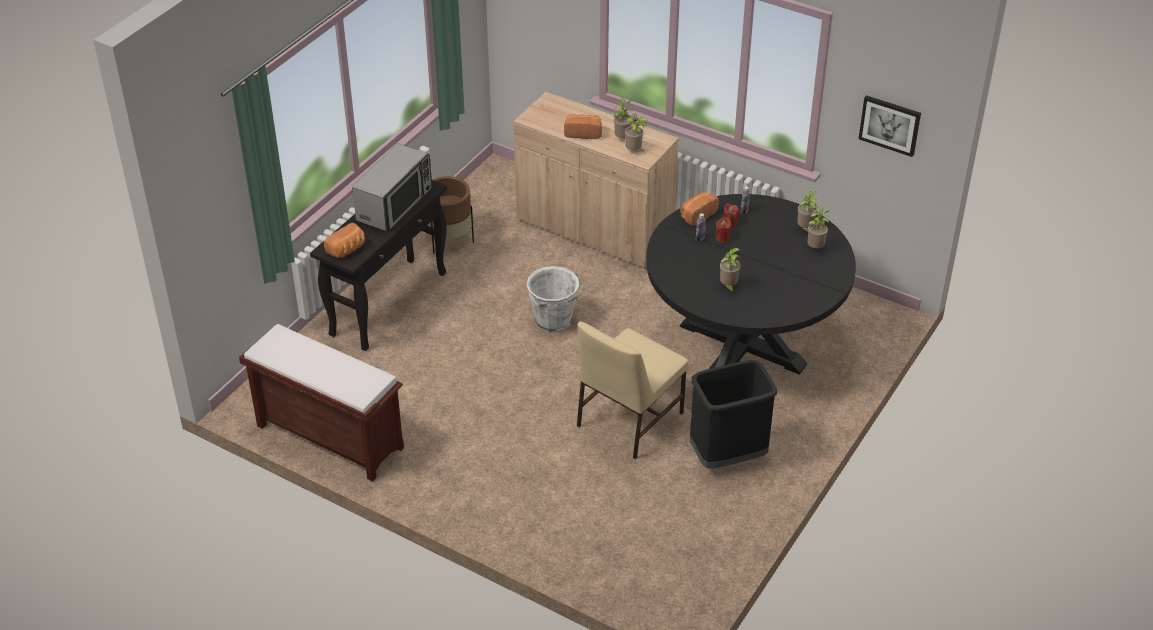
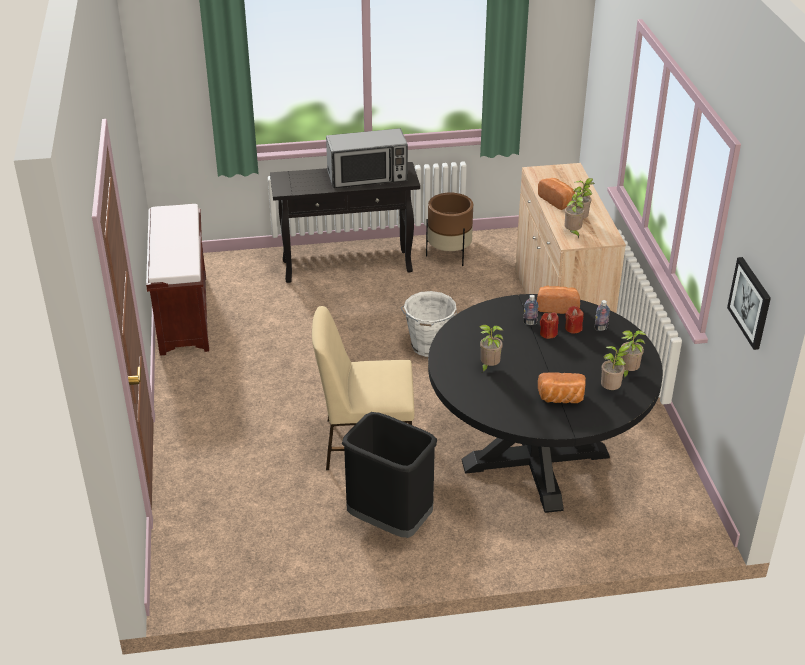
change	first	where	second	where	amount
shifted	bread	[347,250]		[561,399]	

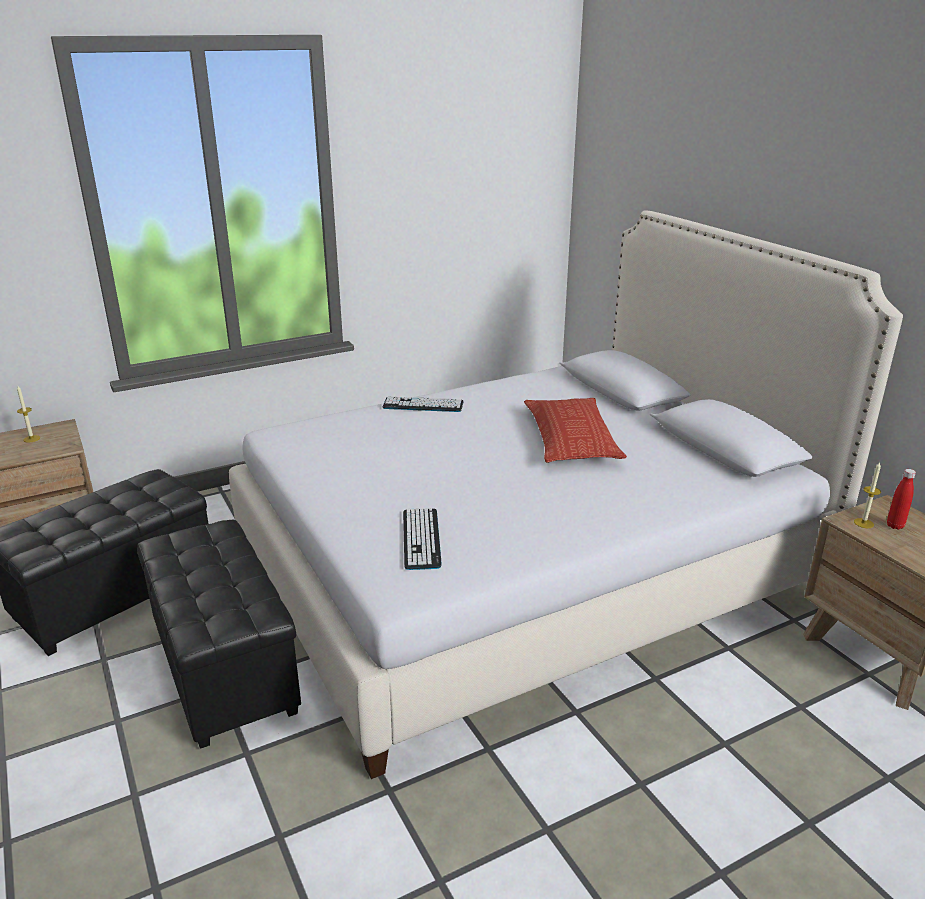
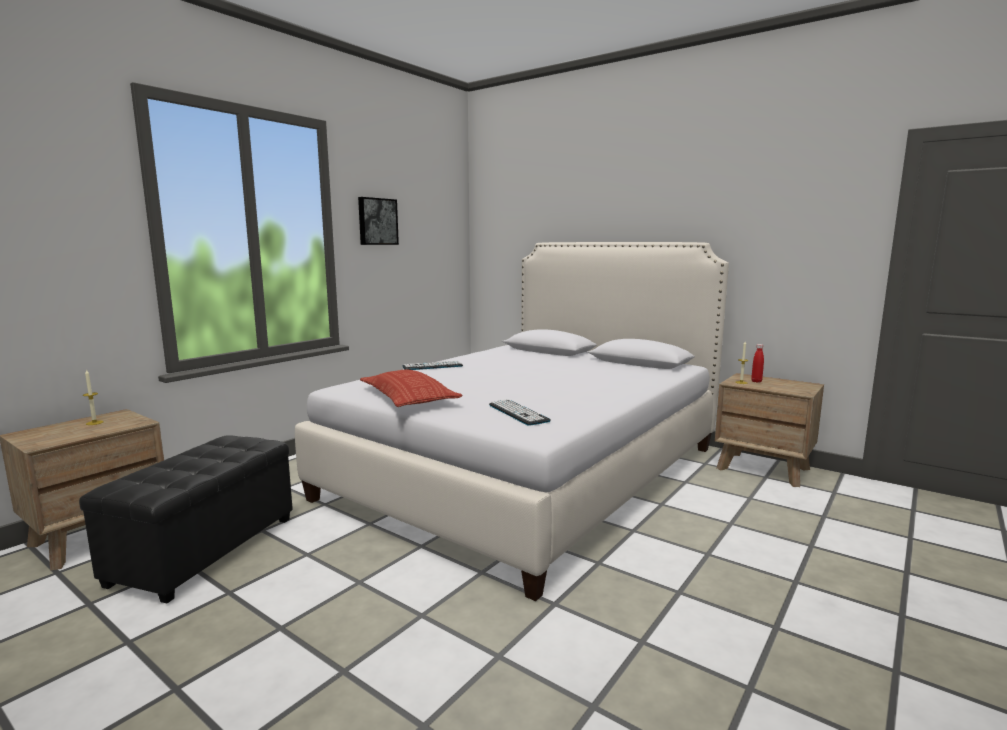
change	first	where	second	where	amount
shifted	pillow	[571,438]		[408,397]	
gone	black ottoman	[226,668]			
new			picture	[377,221]	

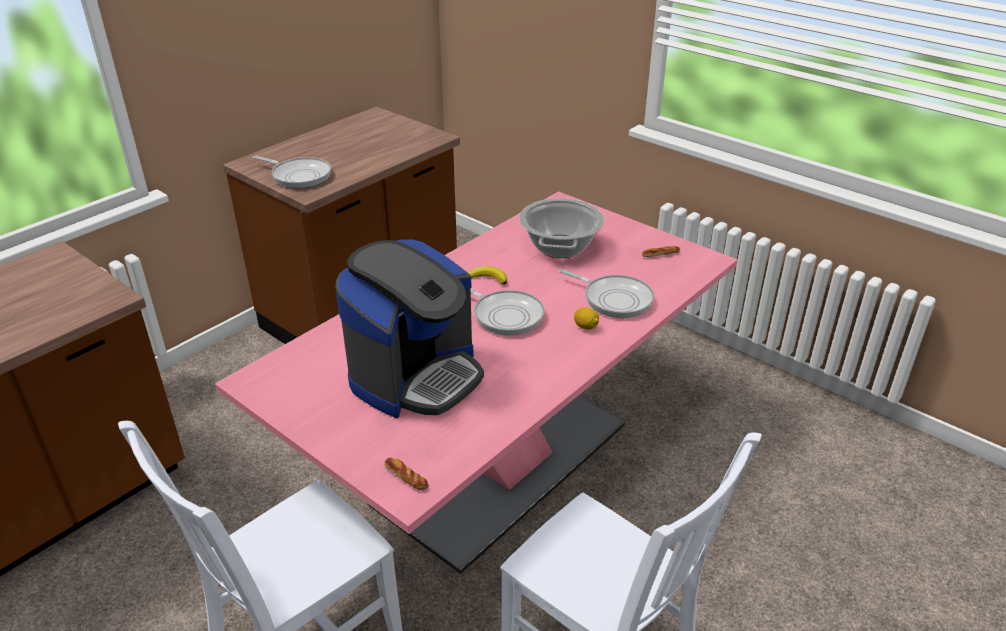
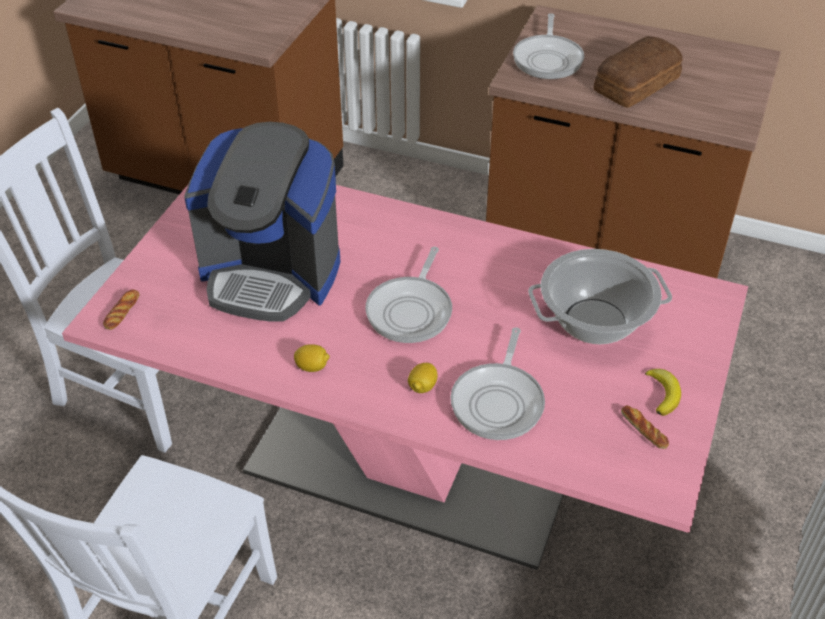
change	first	where	second	where	amount
shifted	banana	[487,278]		[663,393]	
new			bread	[634,84]	
new			lemon	[312,367]	

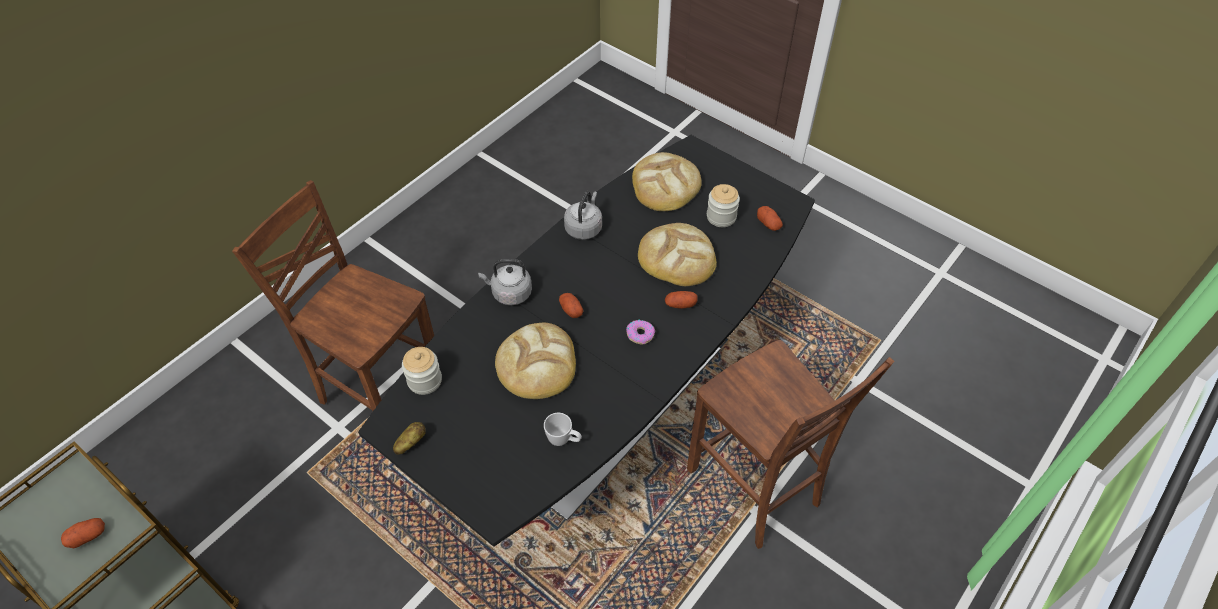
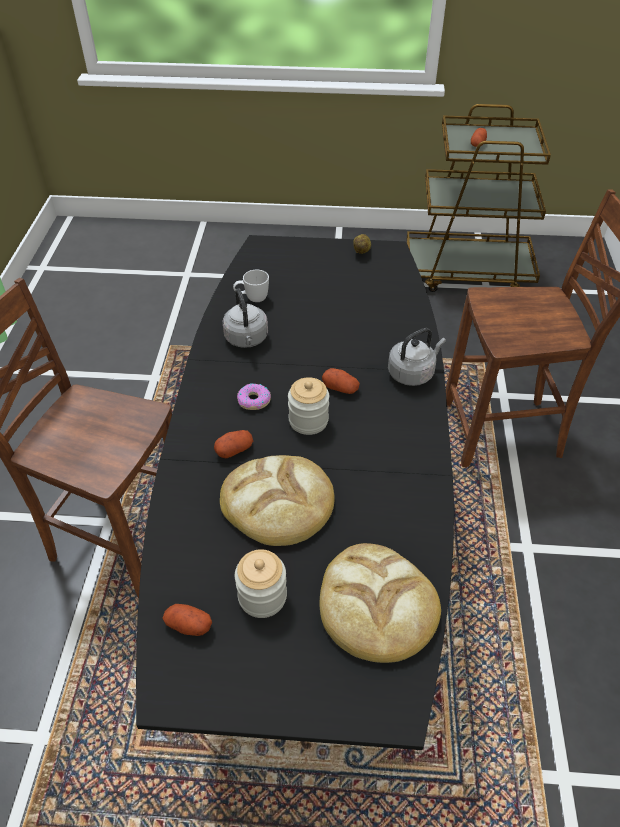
change	first	where	second	where	amount
shifted	grey kettle	[584,227]		[247,339]	
gone	bread	[537,364]			
shifted	jar	[425,380]		[308,420]	

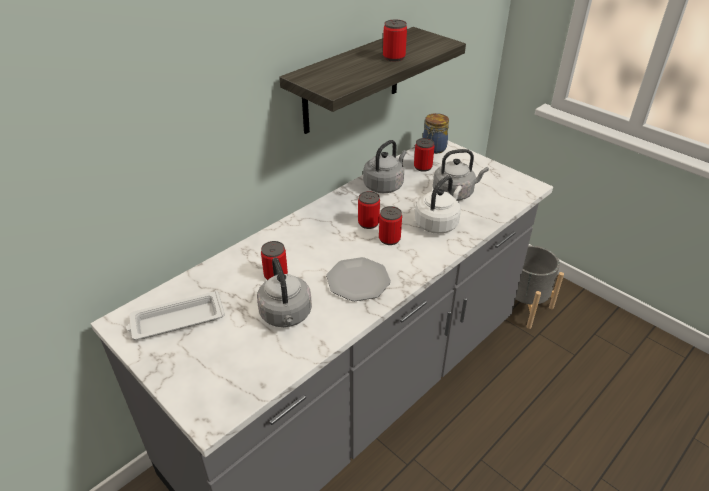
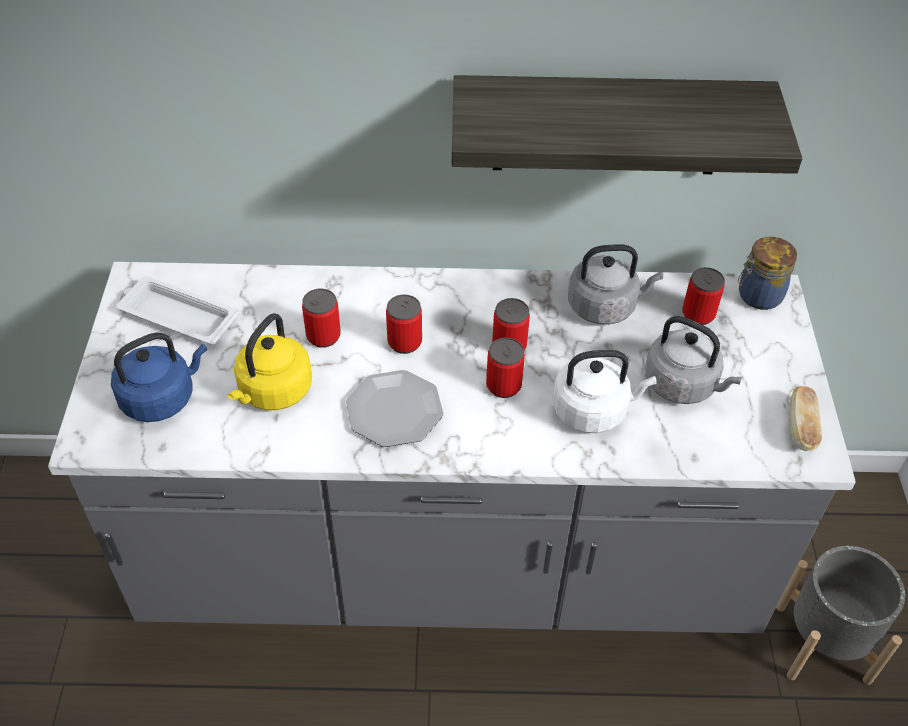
change	first	where	second	where	amount
shifted	can	[394,57]		[404,342]	
repainted	grey kettle	[286,316]	yellow kettle	[273,392]	
new			blue kettle	[162,397]	
new			bread	[801,428]	

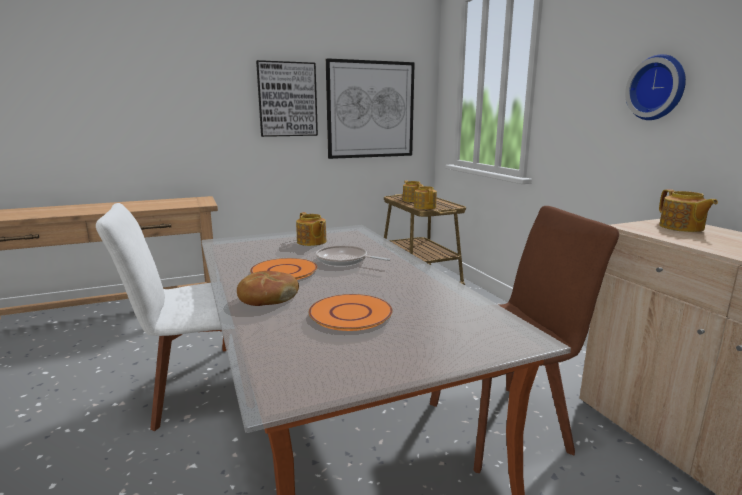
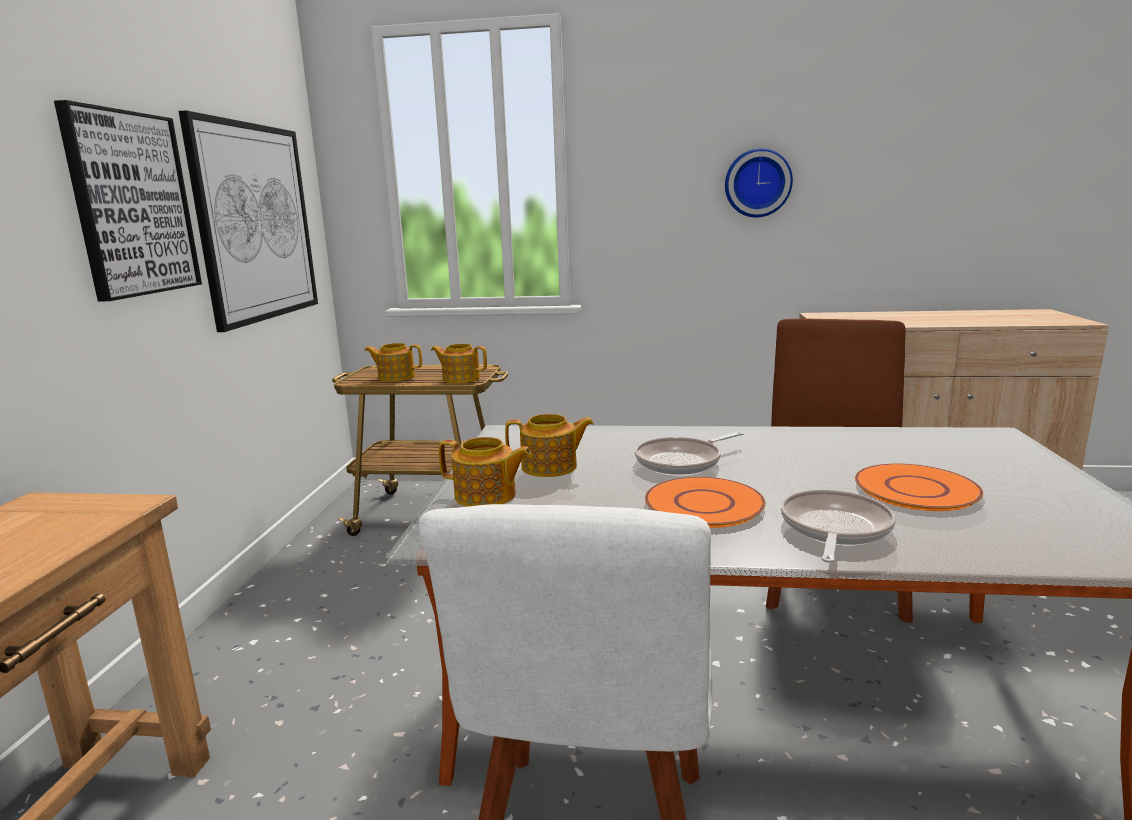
change	first	where	second	where	amount
shifted	teapot	[681,227]		[486,496]	
swapped	bread	[267,297]	frying pan	[834,529]	

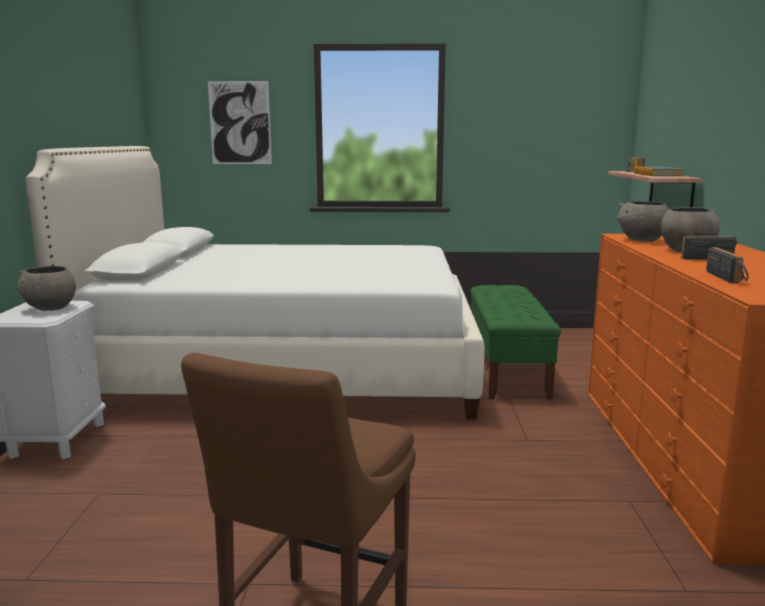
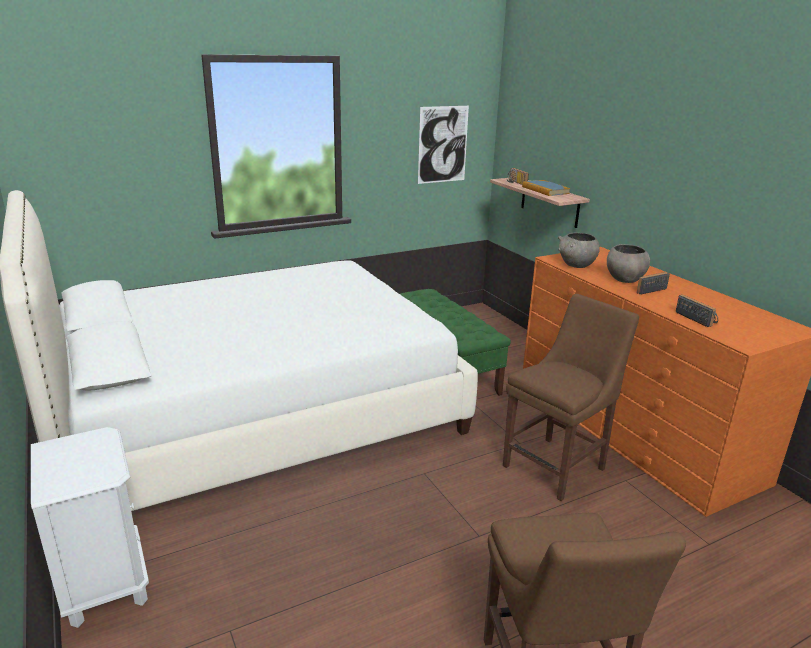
change	first	where	second	where	amount
shifted	picture	[240,123]		[443,144]	
gone	grey bowl	[50,308]			
new			brown chair	[557,466]	

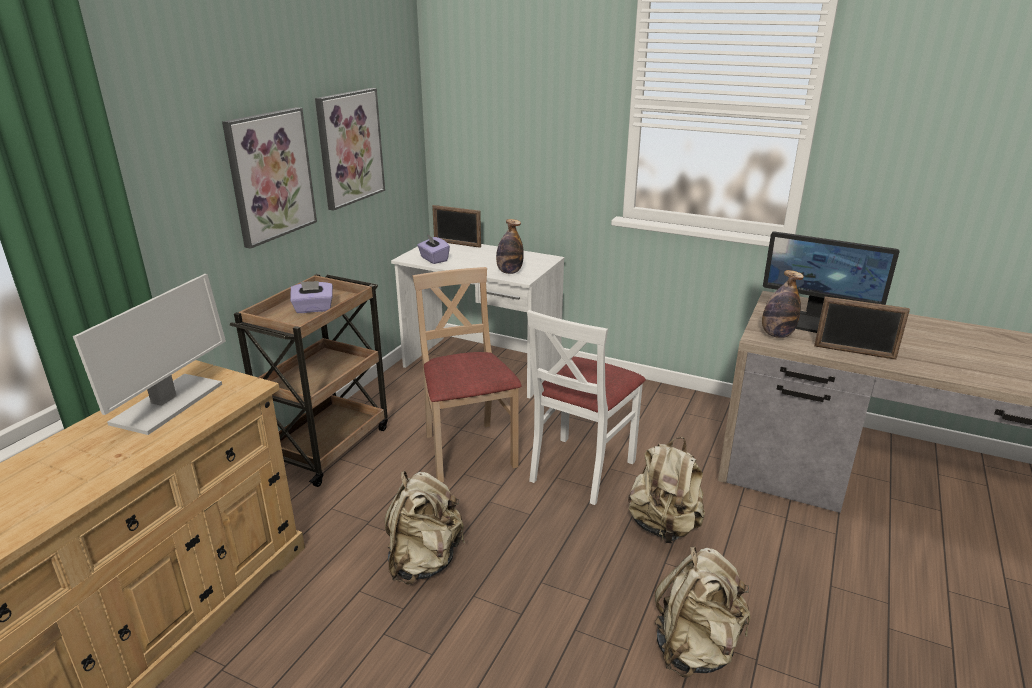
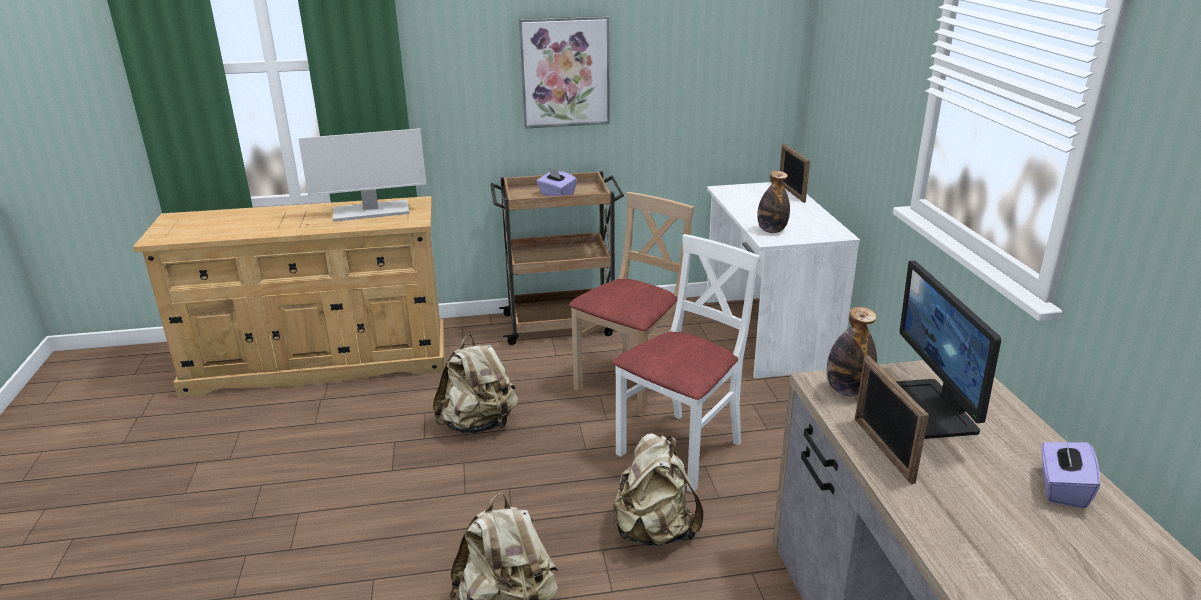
change	first	where	second	where	amount
gone	picture	[349,147]			
shifted	purple tissue box	[433,259]		[1061,488]	
rotated	white chair	[580,469]		[681,450]	135 degrees clockwise

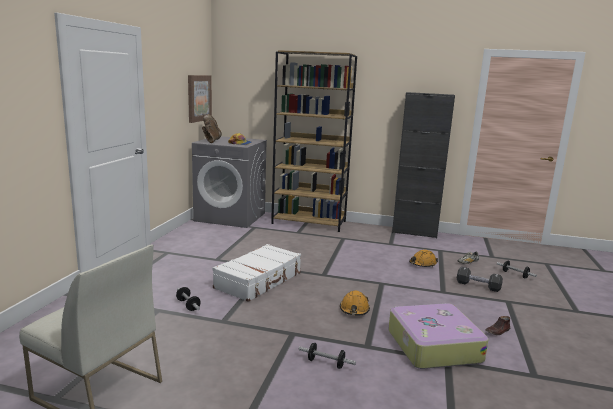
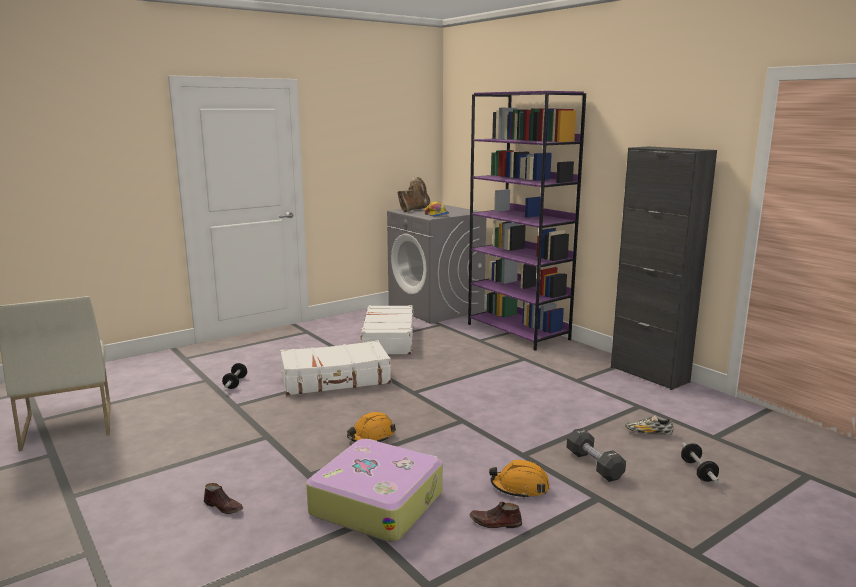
change	first	where	second	where	amount
repainted	brown bookcase	[309,222]	purple bookcase	[518,332]	
gone	picture	[199,98]			
shifted	orange hard hat	[422,264]		[520,487]	
gone	dumbbell	[326,363]			
new			white suitcase	[388,339]	
new			brown shoe	[224,507]	

